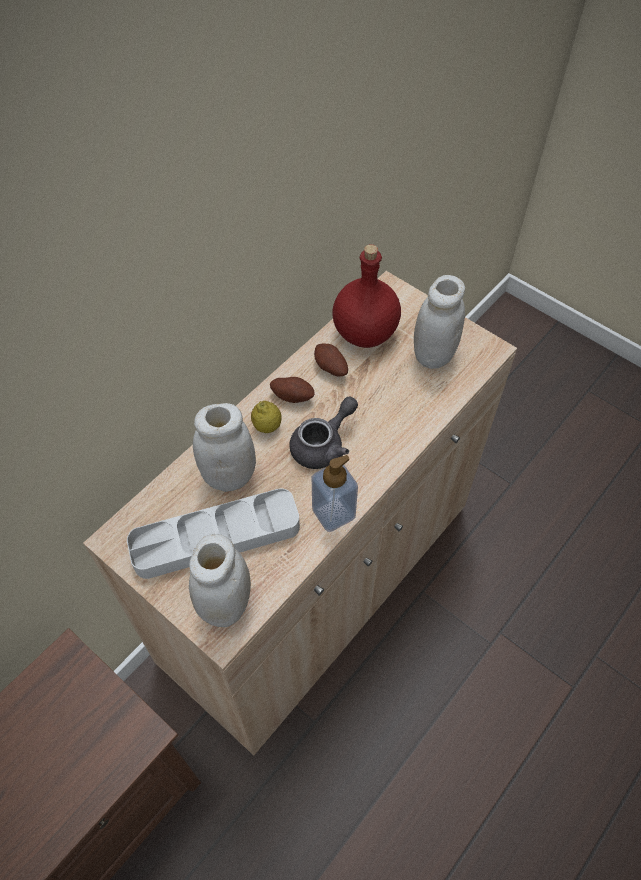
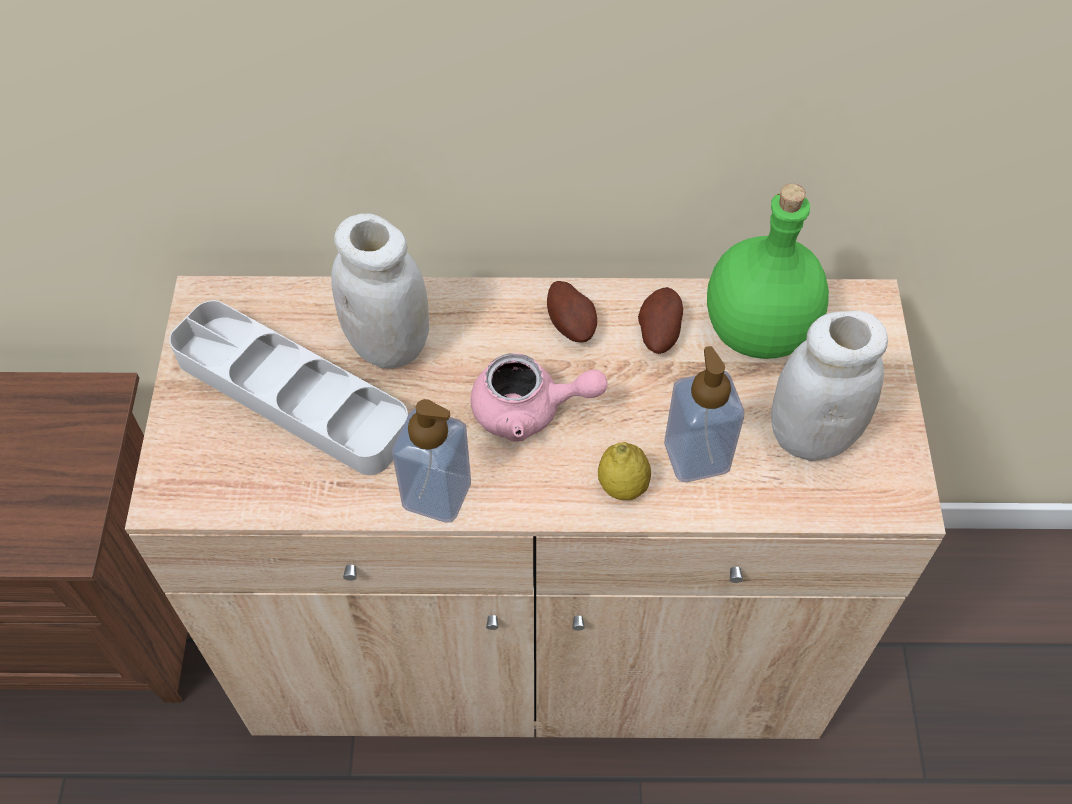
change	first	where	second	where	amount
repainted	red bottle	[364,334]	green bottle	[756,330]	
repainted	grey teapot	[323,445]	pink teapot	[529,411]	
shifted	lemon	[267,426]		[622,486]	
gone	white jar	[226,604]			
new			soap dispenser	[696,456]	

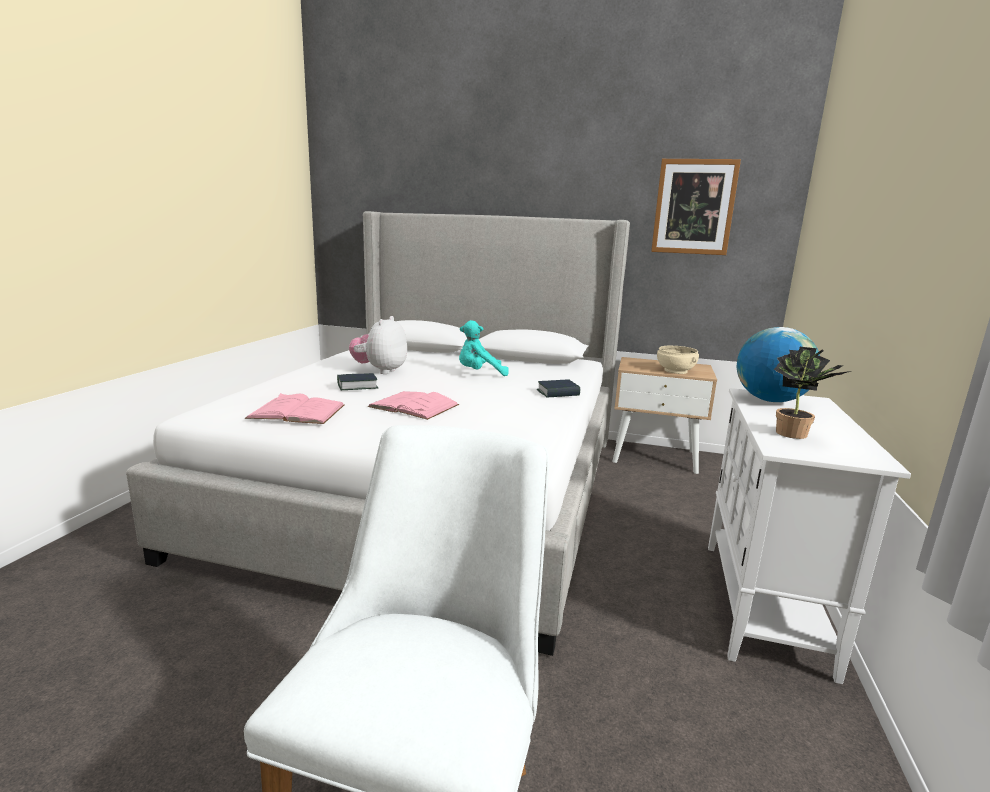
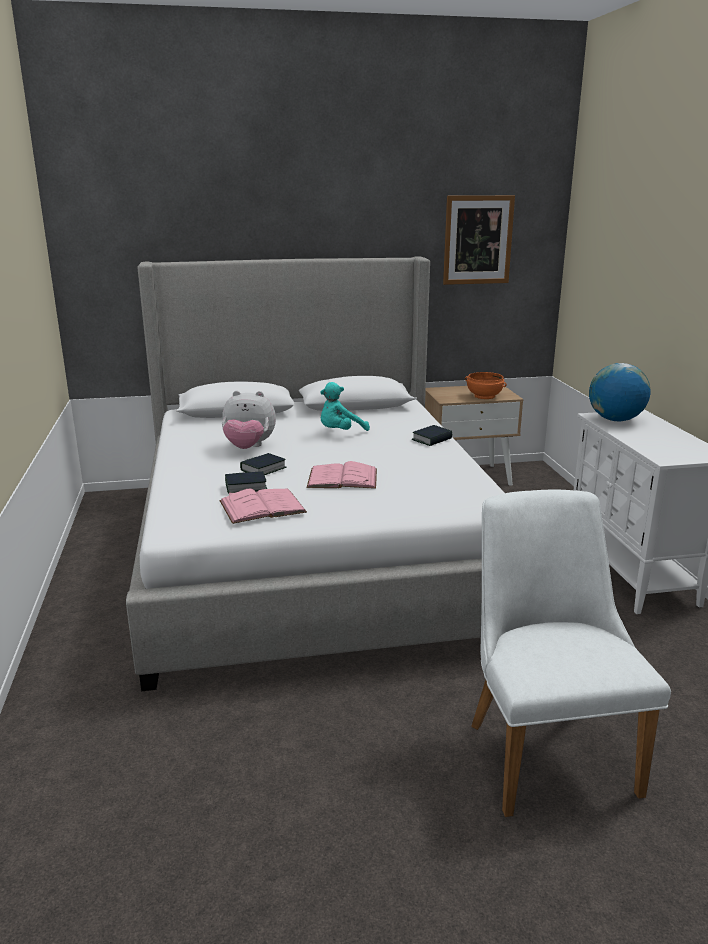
change	first	where	second	where	amount
rotated	plush toy	[380,371]		[248,448]	75 degrees counterclockwise
repainted	beige bowl	[676,371]	orange bowl	[484,396]	
gone	potted plant	[796,435]			
new			book	[246,487]	

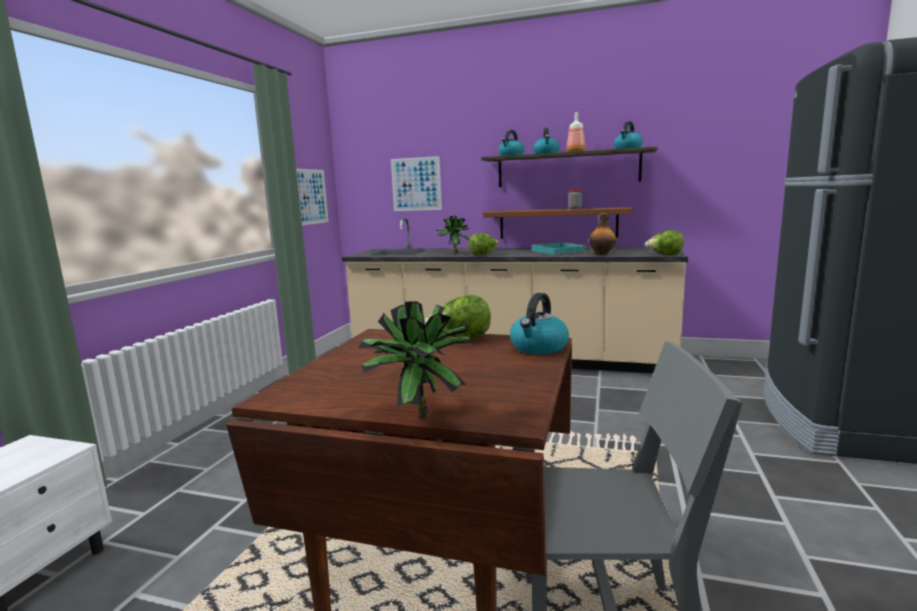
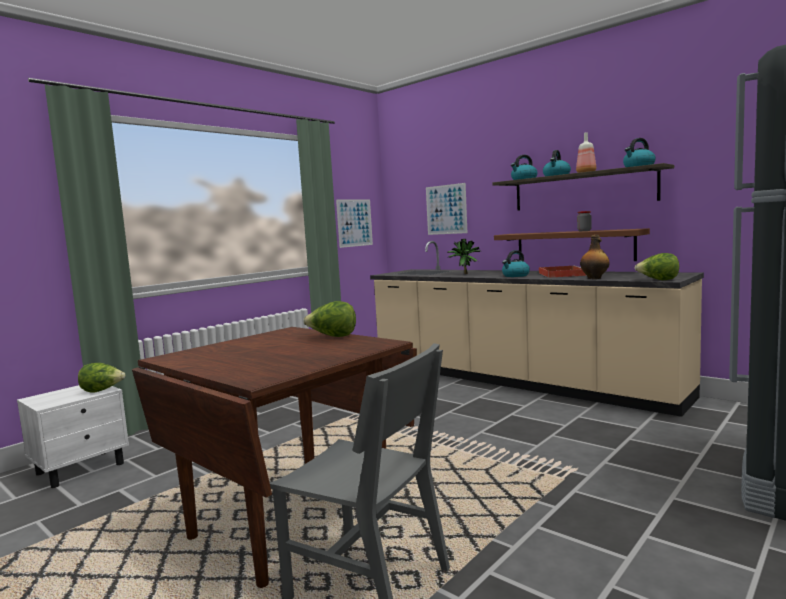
change	first	where	second	where	amount
shifted	lettuce	[483,254]		[102,391]	
repainted	turquoise tray	[557,251]	red tray	[561,274]	
shifted	kettle	[538,348]		[515,276]	
gone	potted plant	[417,415]			

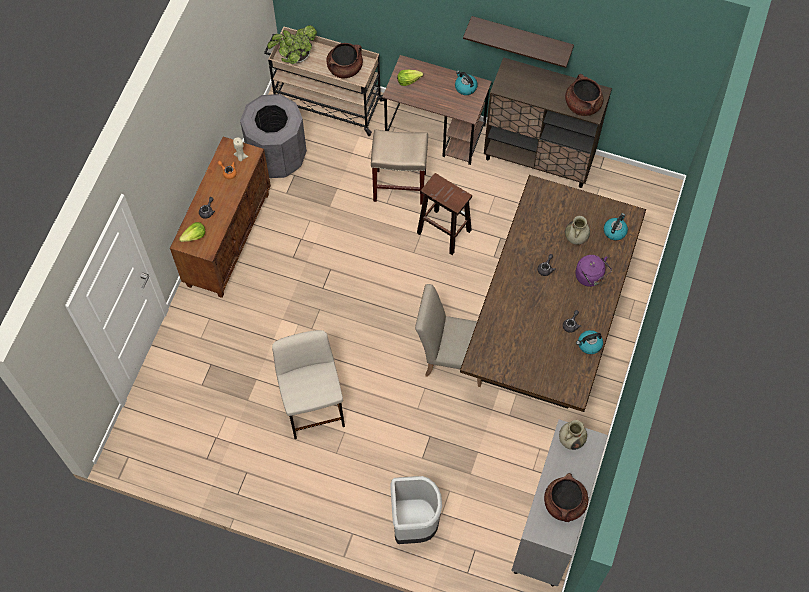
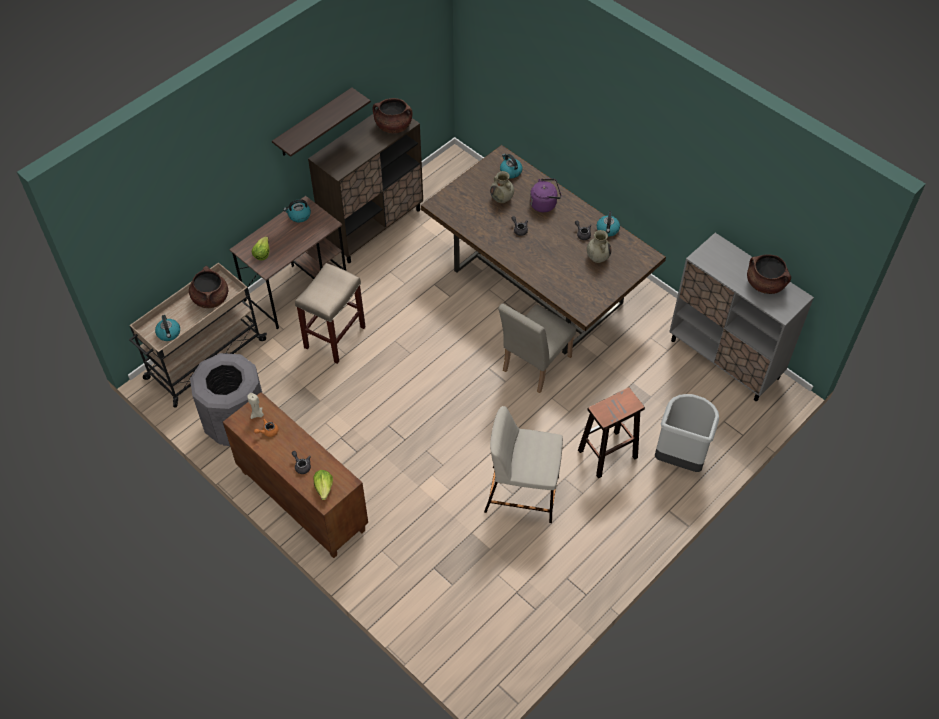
change	first	where	second	where	amount
swapped	potted plant	[295,58]	kettle	[169,333]	
shifted	brown stool	[443,231]		[607,454]	
shifted	beige vase	[571,439]		[597,257]	

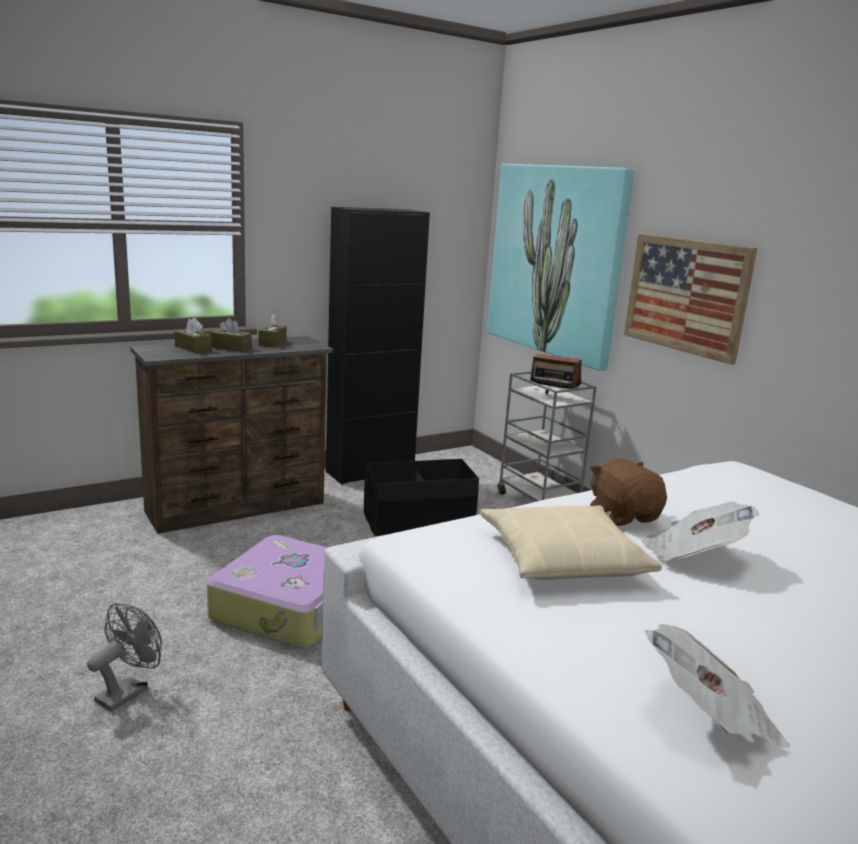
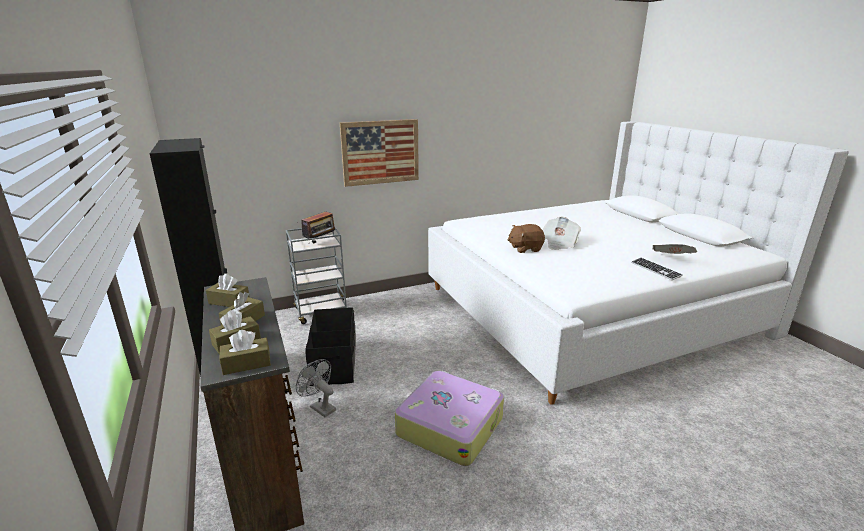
change	first	where	second	where	amount
gone	picture	[556,261]			
gone	beige pillow	[562,557]			
shifted	grey fan	[128,691]		[319,407]	
new			keyboard	[655,270]	
new			brown tissue box	[246,364]	

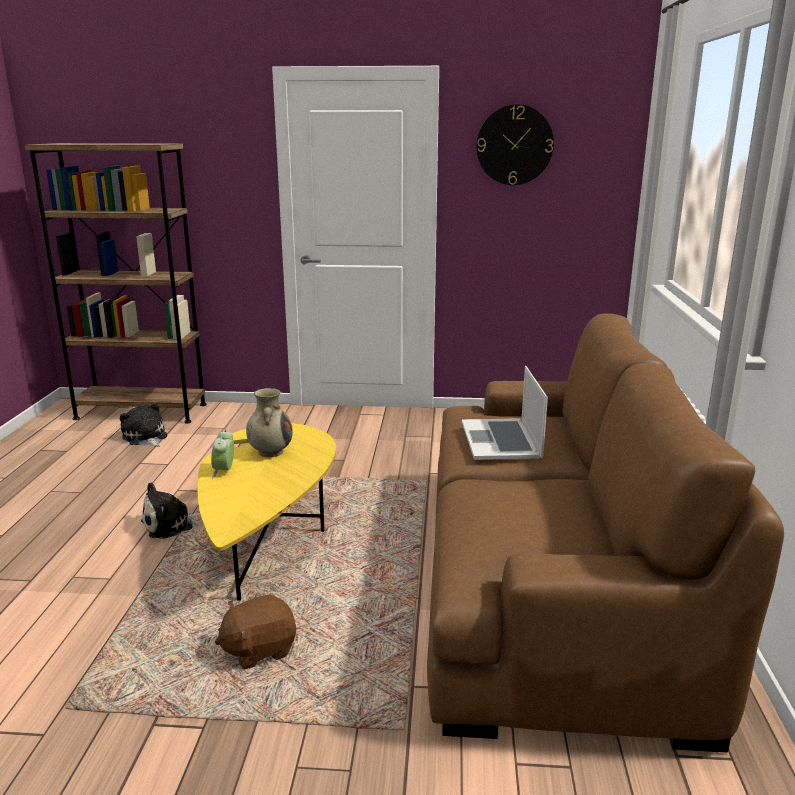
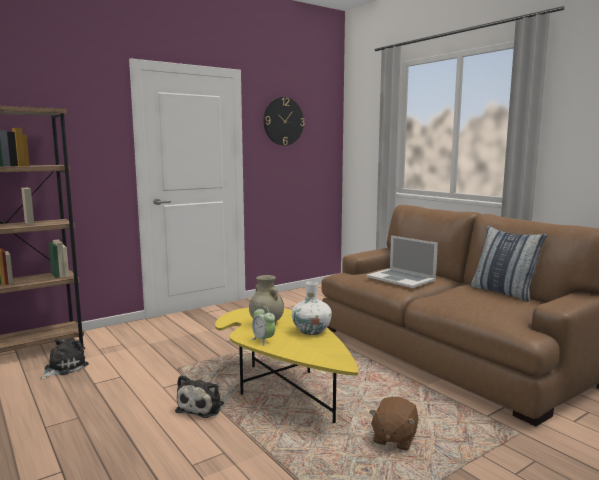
change	first	where	second	where	amount
rotated	plush toy	[145,438]		[63,368]	105 degrees clockwise
new			pillow	[503,292]	
new			white vase	[311,331]	

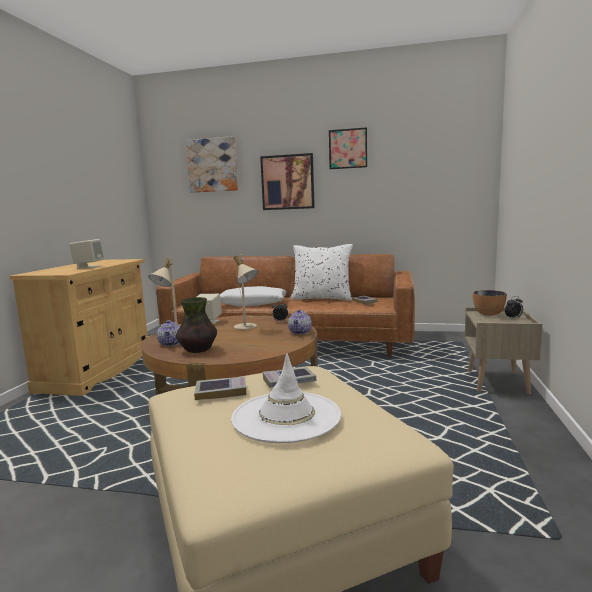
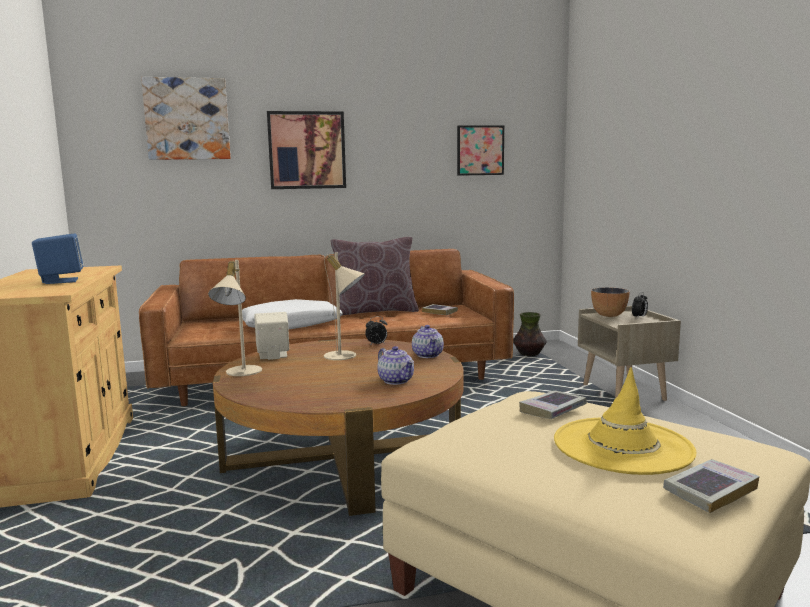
change	first	where	second	where	amount
shifted	picture	[348,148]		[480,150]	
repainted	beige speaker	[88,267]	blue speaker	[61,281]	
repainted	white pillow	[322,298]	brown pillow	[375,311]	
shifted	vase	[198,350]		[529,354]	
shifted	teapot	[171,343]		[396,381]	
repainted	white hat	[286,416]	yellow hat	[622,446]	
shifted	book	[221,392]		[710,491]	

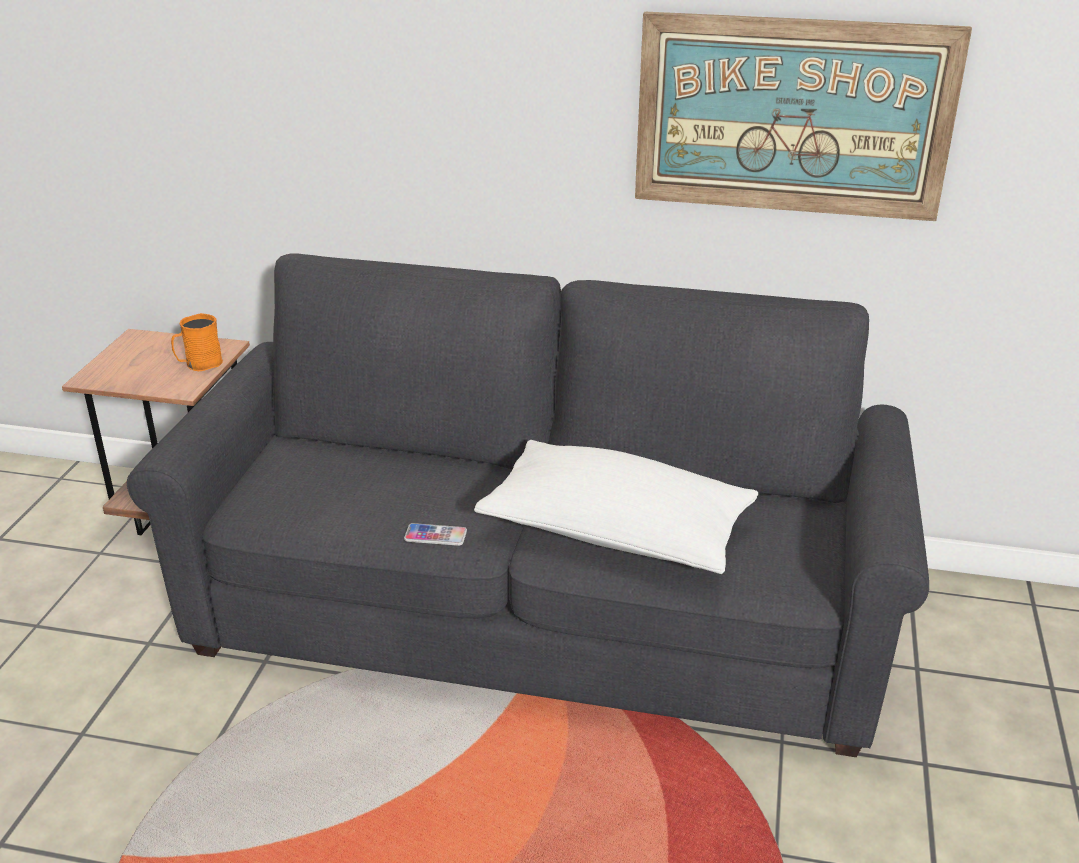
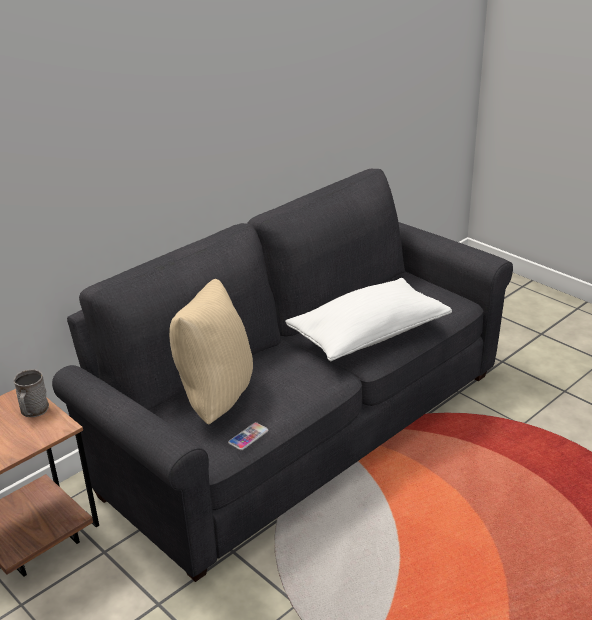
change	first	where	second	where	amount
gone	picture	[792,116]			
repainted	orange mug	[199,364]	grey mug	[33,411]	
shifted	phone	[435,536]		[248,437]	
new			beige pillow	[214,398]	

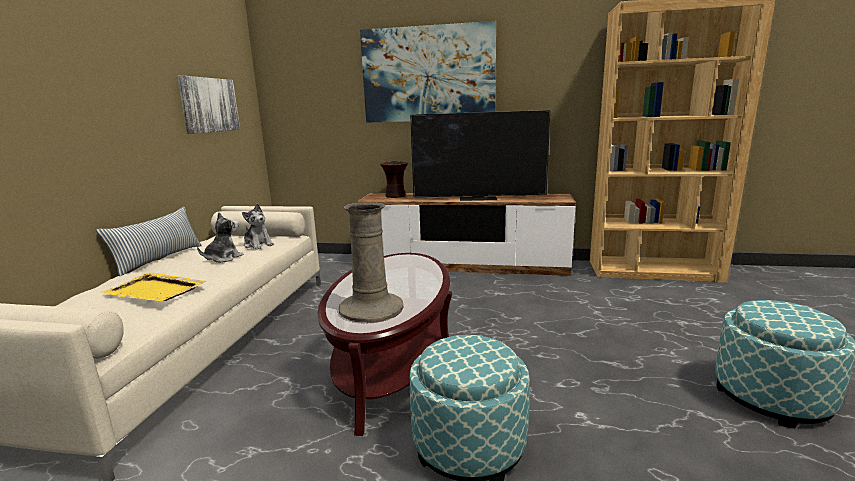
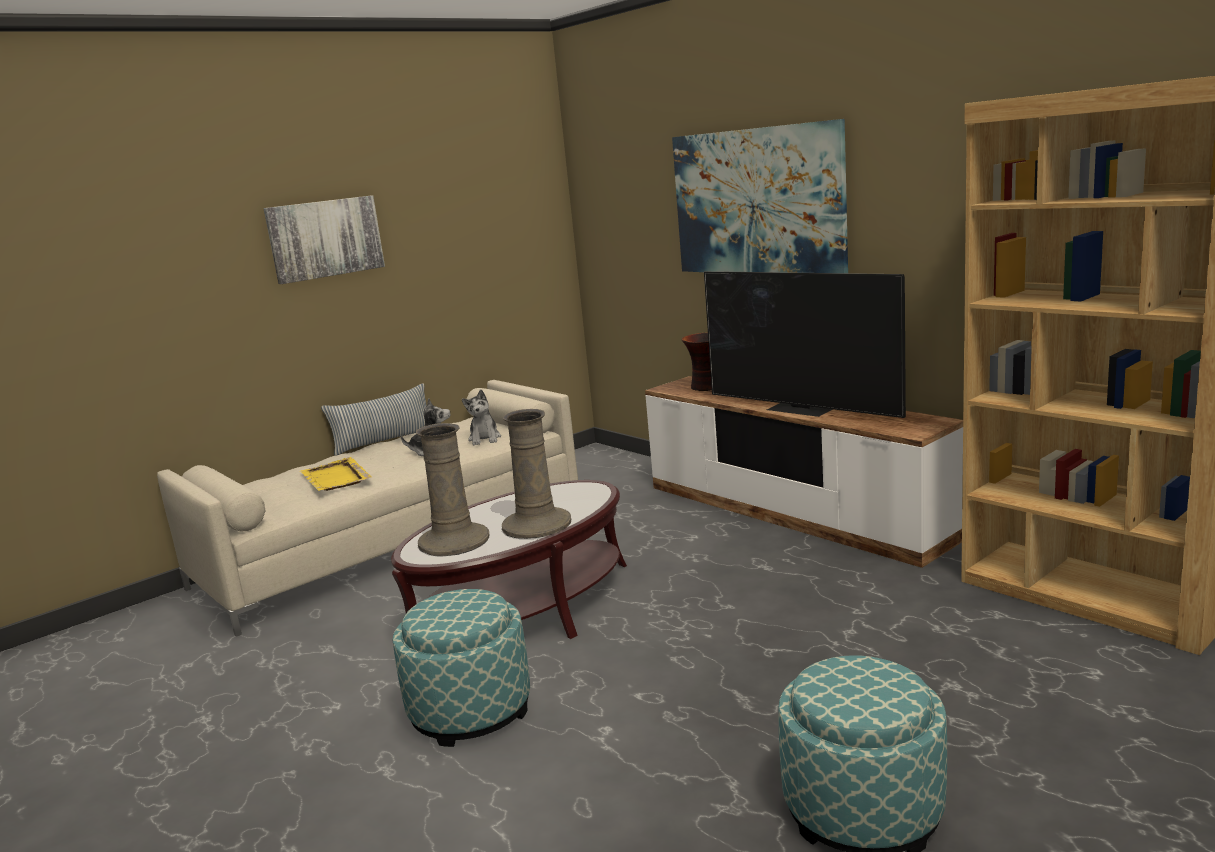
change	first	where	second	where	amount
shifted	picture	[209,105]		[325,238]	
new			beige vase	[536,524]	

